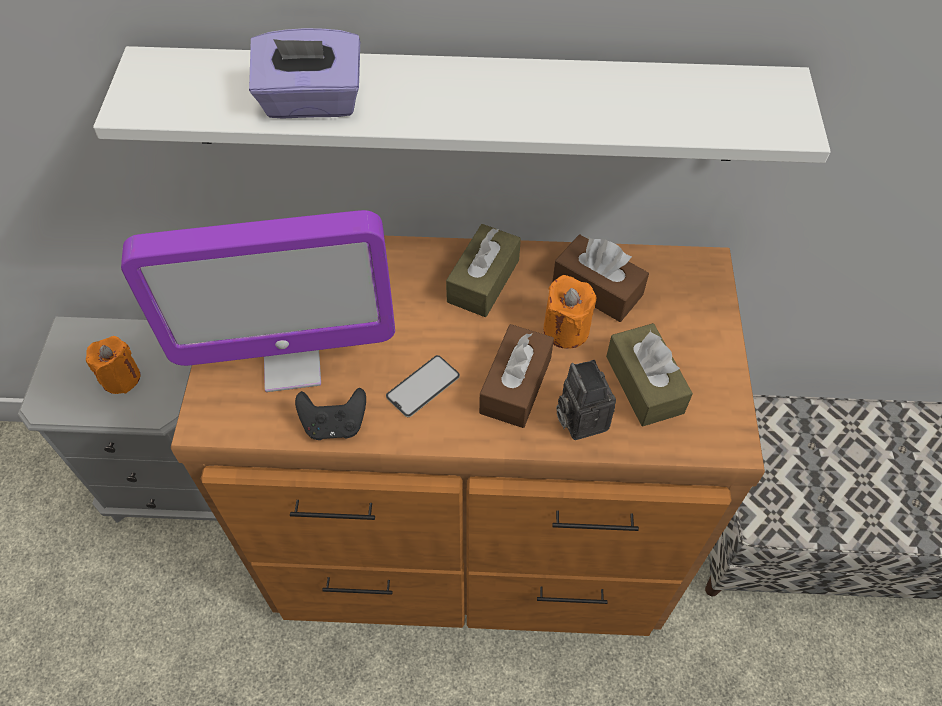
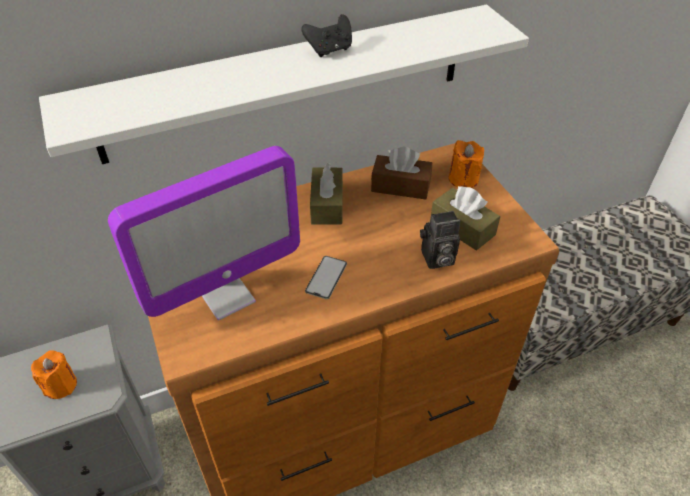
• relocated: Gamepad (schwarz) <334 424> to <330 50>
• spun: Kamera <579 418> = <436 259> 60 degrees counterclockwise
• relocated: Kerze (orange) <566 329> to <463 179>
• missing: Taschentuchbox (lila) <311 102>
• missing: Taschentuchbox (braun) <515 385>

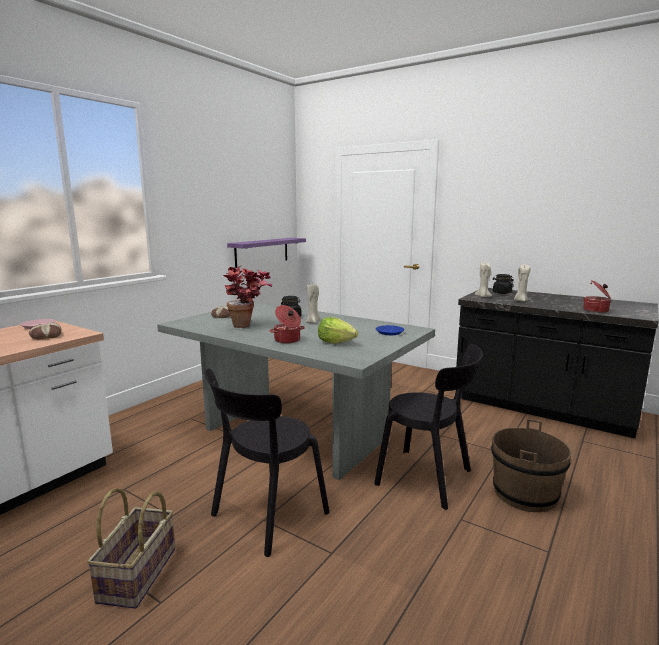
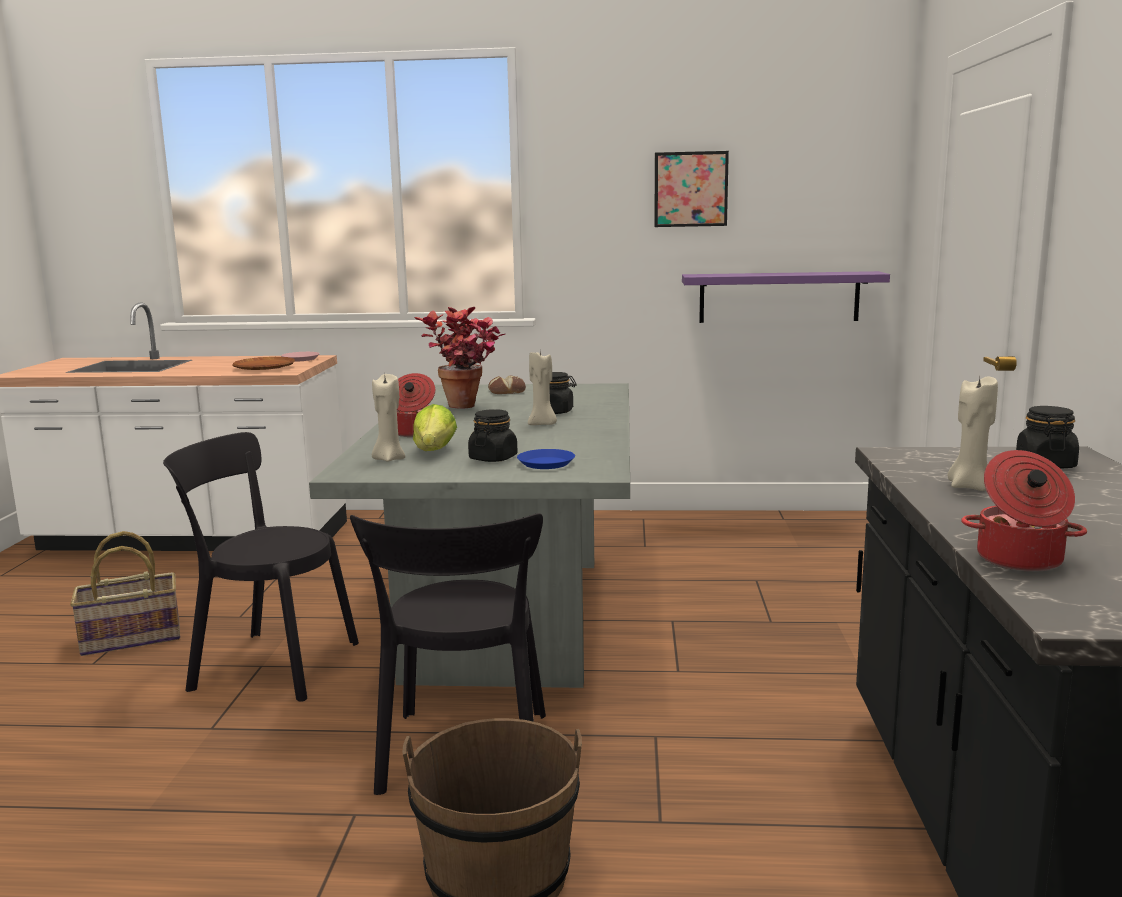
• exchanged: Brot <45 336> to Teller (braun) <264 368>
• relocated: Kerze (beige) <483 296> to <389 459>
• appeared: Vorratsglas (schwarz) <493 458>
• appeared: Bild <690 189>

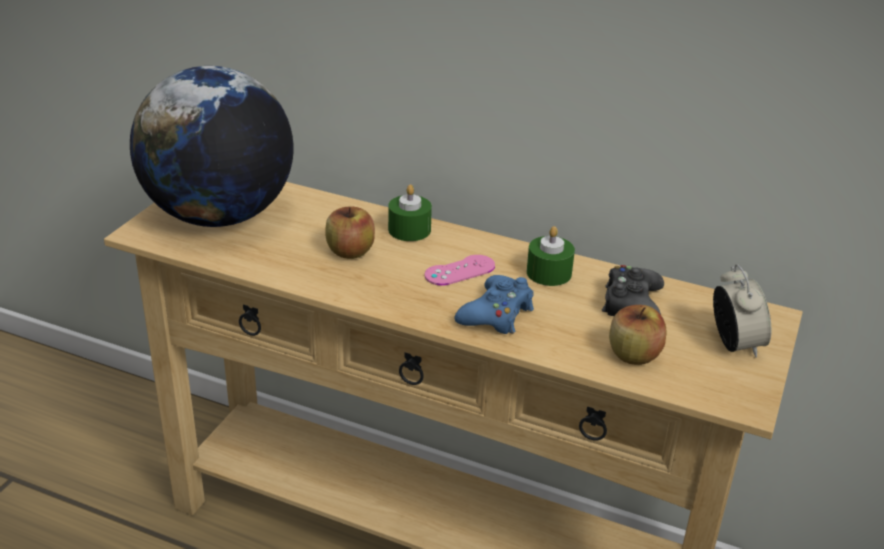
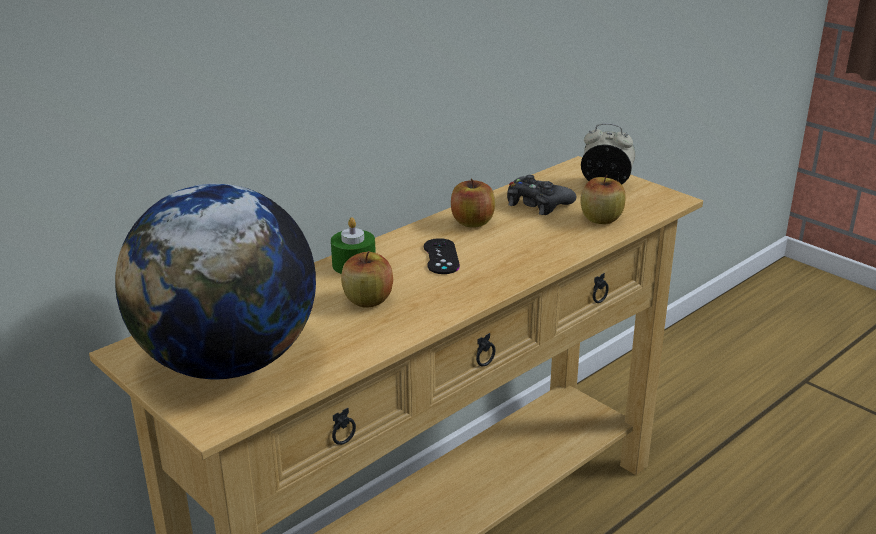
• colour: Gamepad (rosa) <460 270> to Gamepad (schwarz) <441 256>
• exchanged: Kerze (grün) <549 273> to Apfel <472 222>
• missing: Gamepad (blau) <496 314>

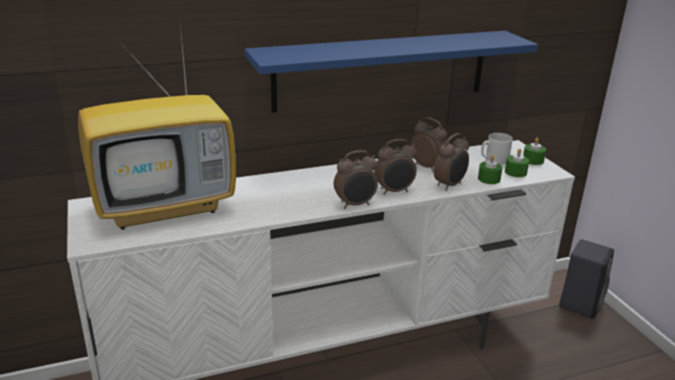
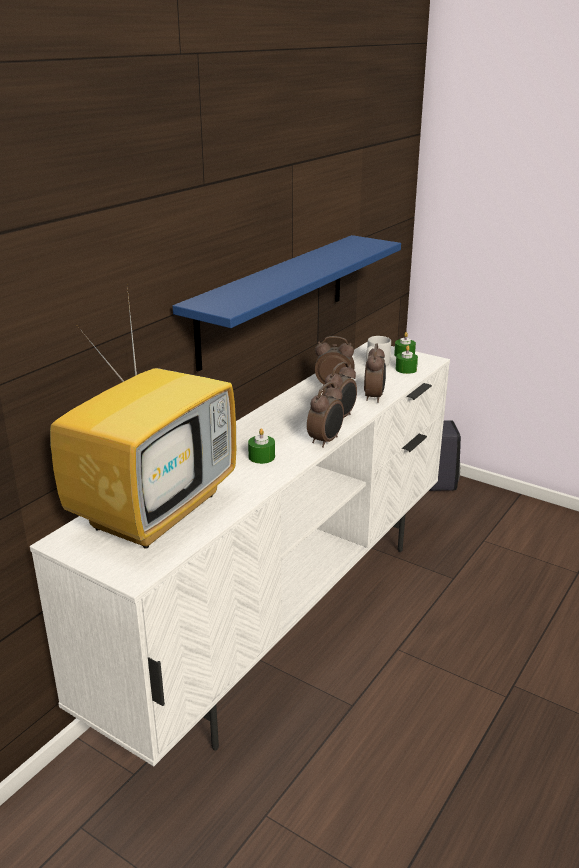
• relocated: Kerze (grün) <489 179> to <261 457>

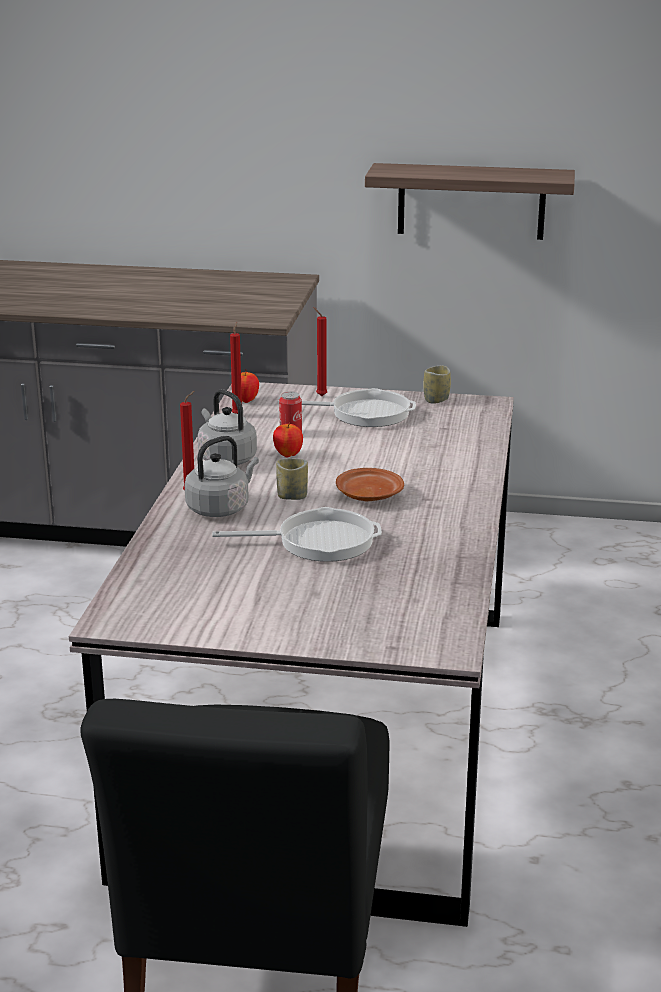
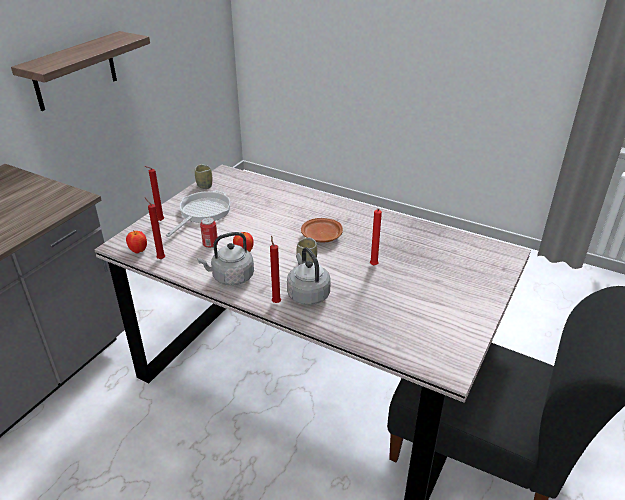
• exchanged: Pfanne <318 541> to Kerze (rot) <373 266>

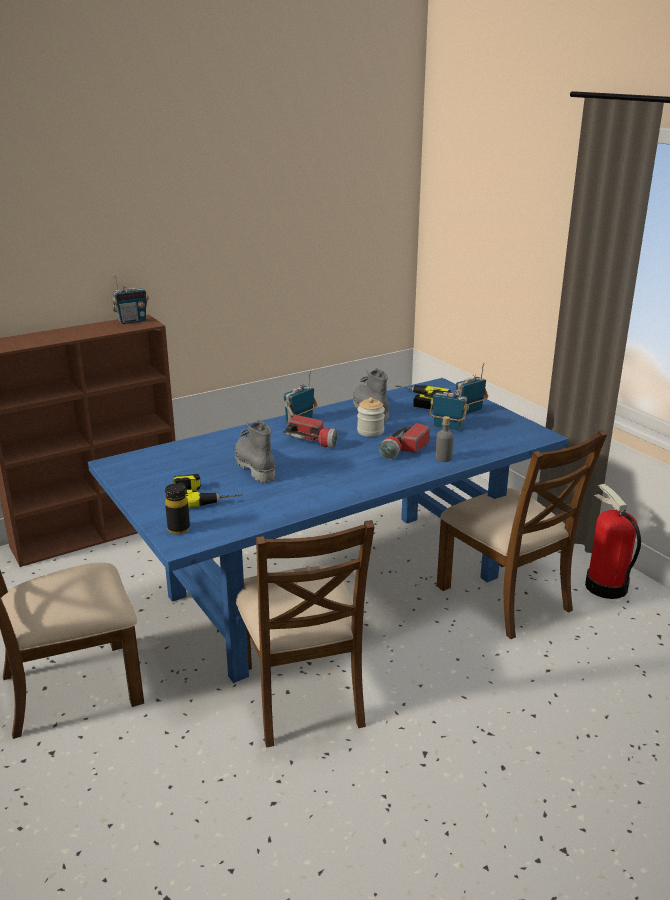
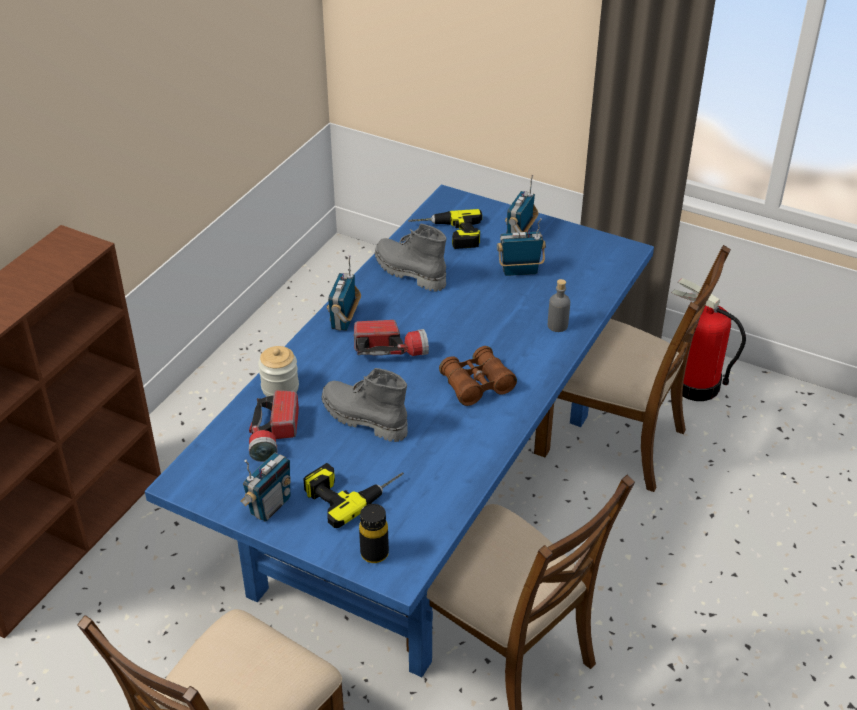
• relocated: Radio <132 321> to <270 506>
• relocated: Taschenlampe <404 449> to <274 435>
• relocated: Vorratsglas <370 431> to <280 388>
• appeared: Fernglas (braun) <477 384>

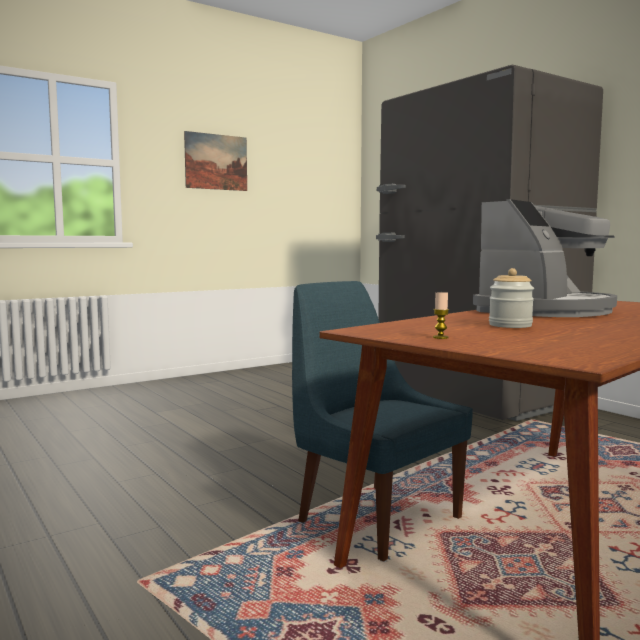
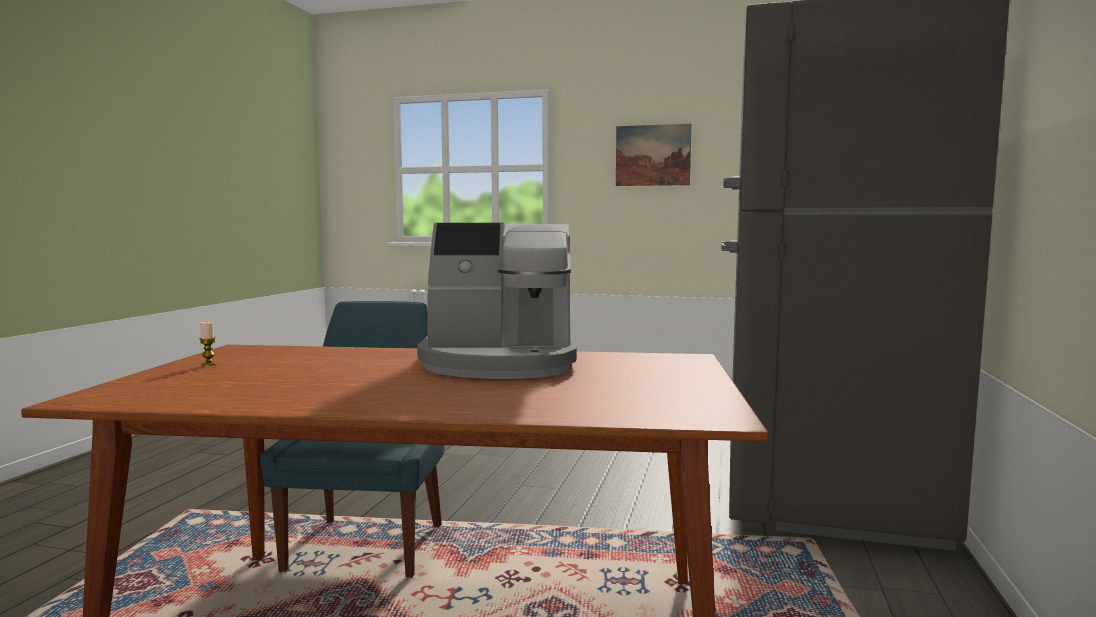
• missing: Vorratsglas <510 325>

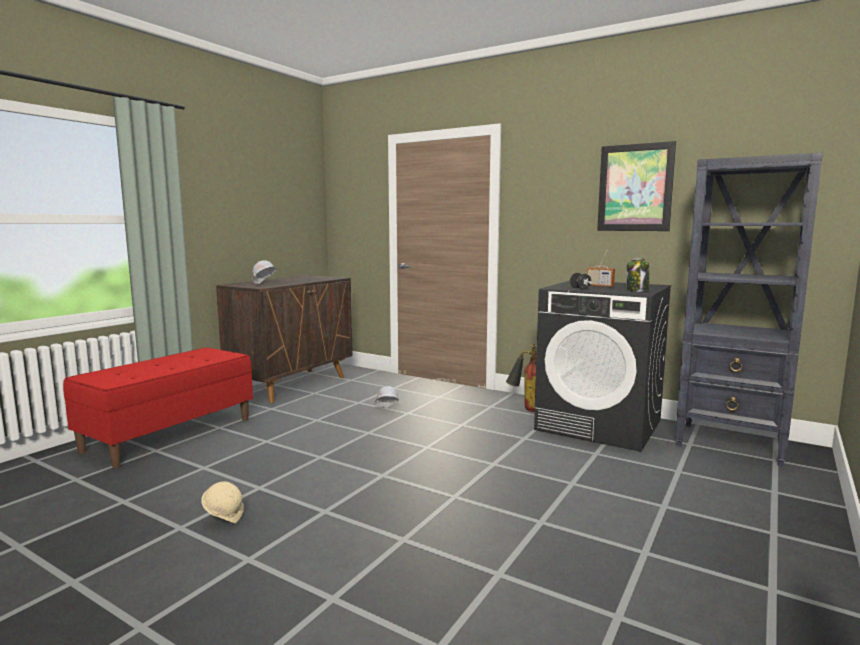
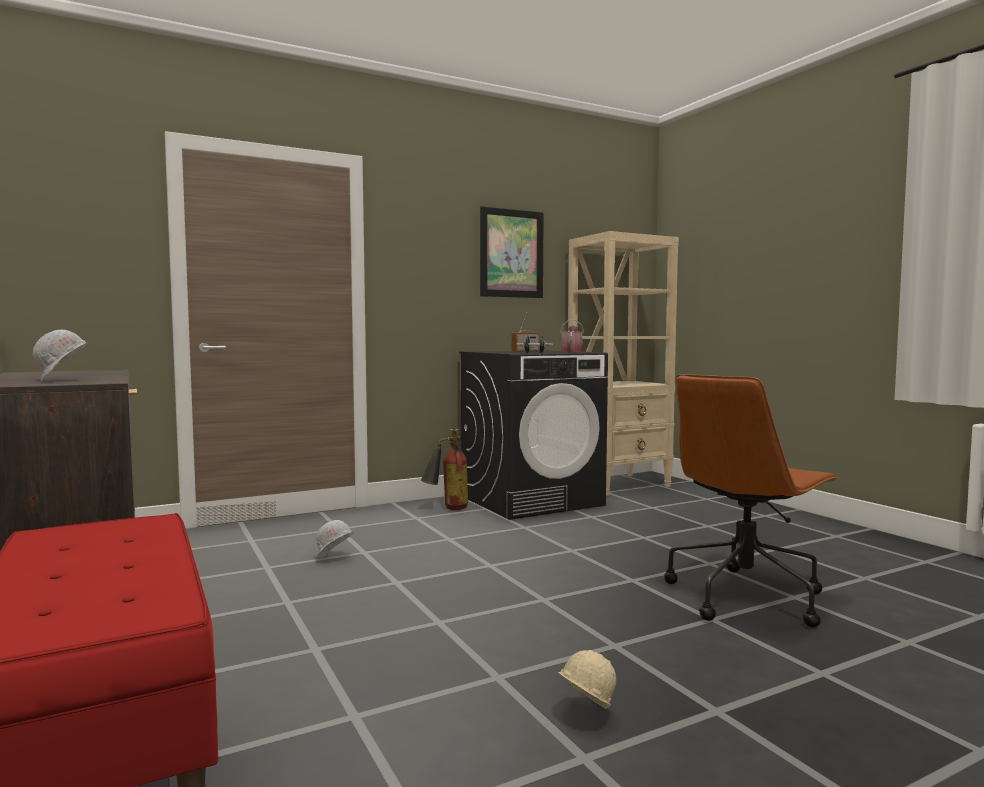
• exchanged: Vorratsglas <637 290> to Gießkanne <572 351>
• colour: Bücherregal (schwarz) <731 444> to Bücherregal (beige) <619 484>
• appeared: Bürostuhl (braun) <745 596>

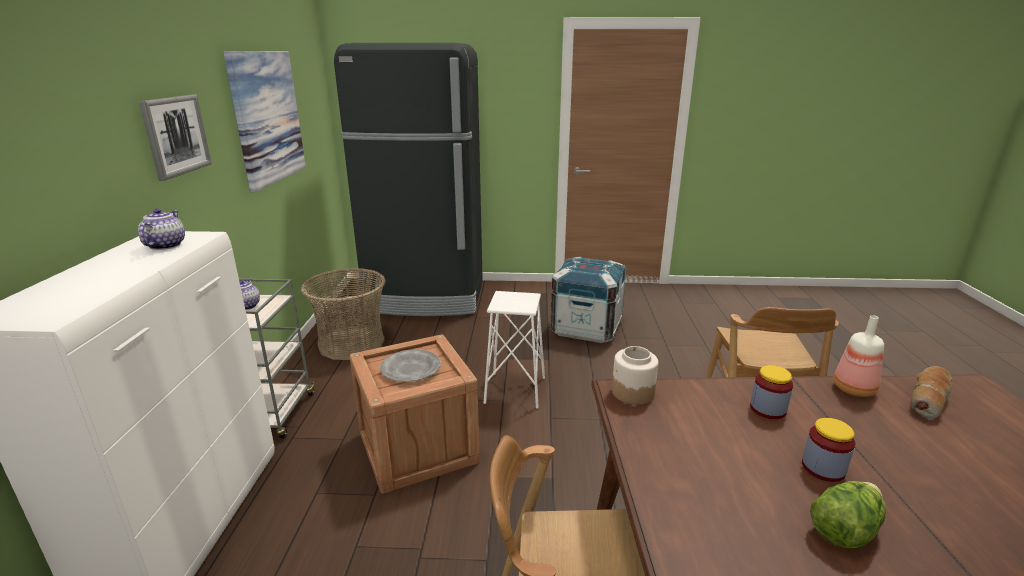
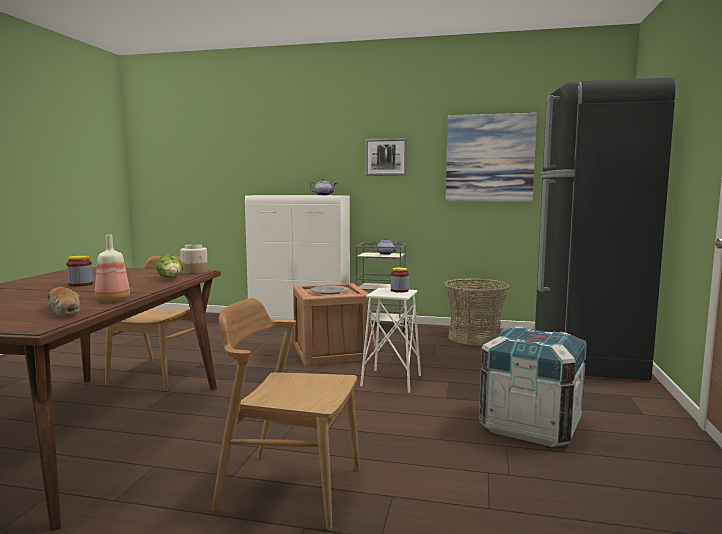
• relocated: Salatkopf <844 528> to <171 278>
• relocated: Vorratsglas <767 409> to <399 290>

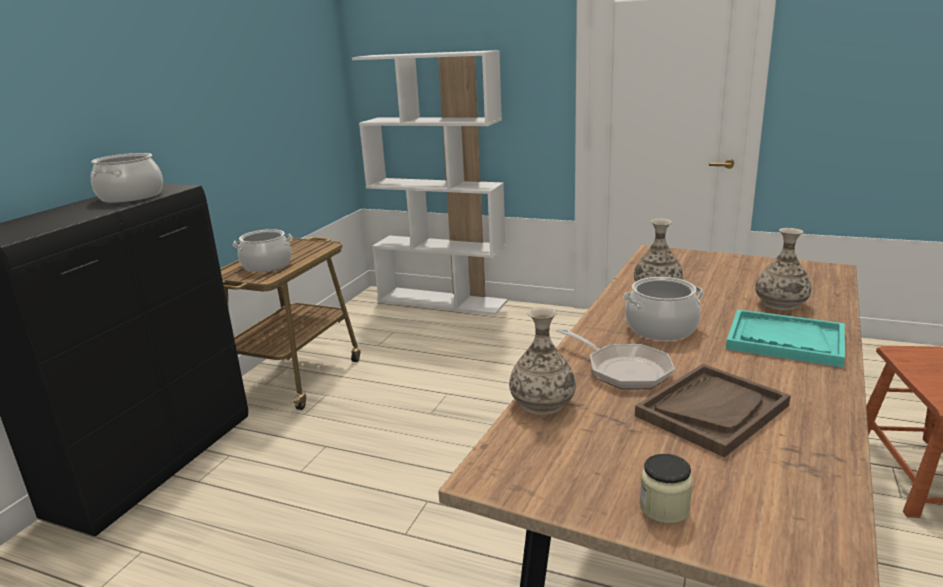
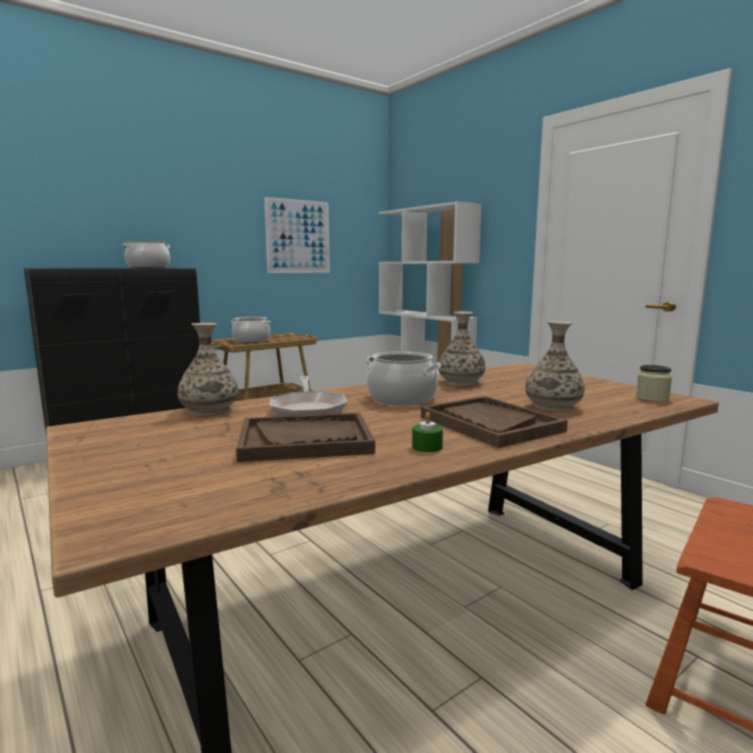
• appeared: Bild <298 236>
• appeared: Kerze (grün) <427 447>
• colour: Tablett (türkis) <784 340> to Tablett (braun) <489 424>
• relocated: Vorratsglas <664 508> to <652 398>

